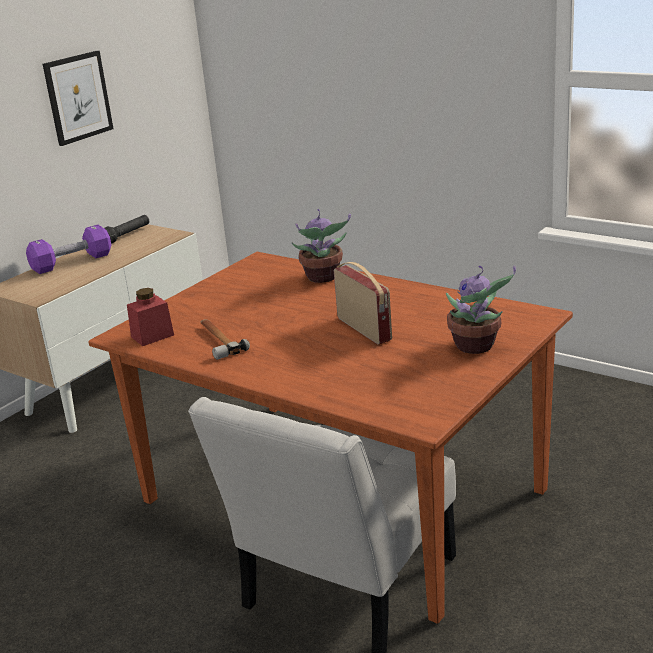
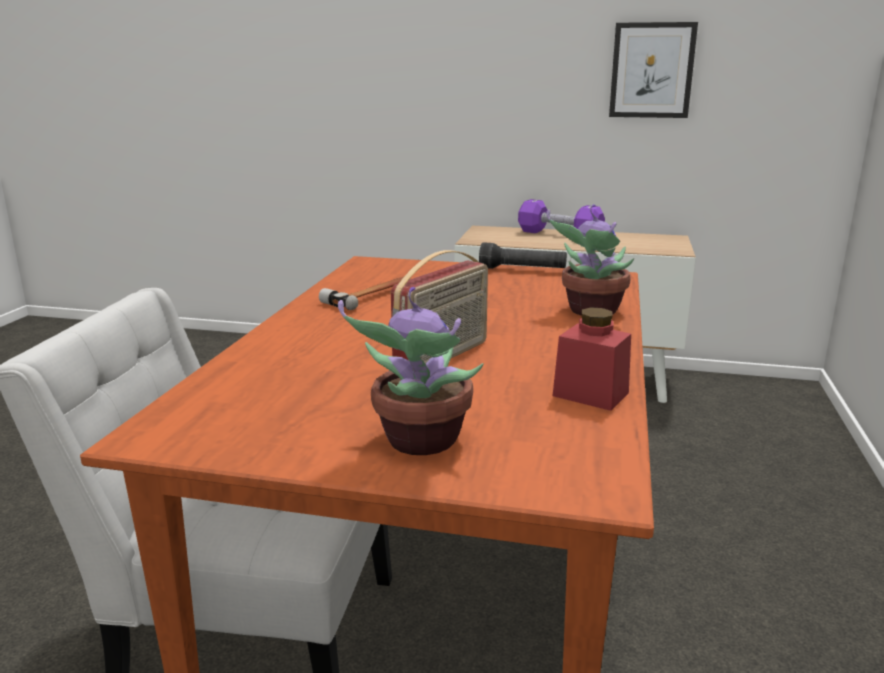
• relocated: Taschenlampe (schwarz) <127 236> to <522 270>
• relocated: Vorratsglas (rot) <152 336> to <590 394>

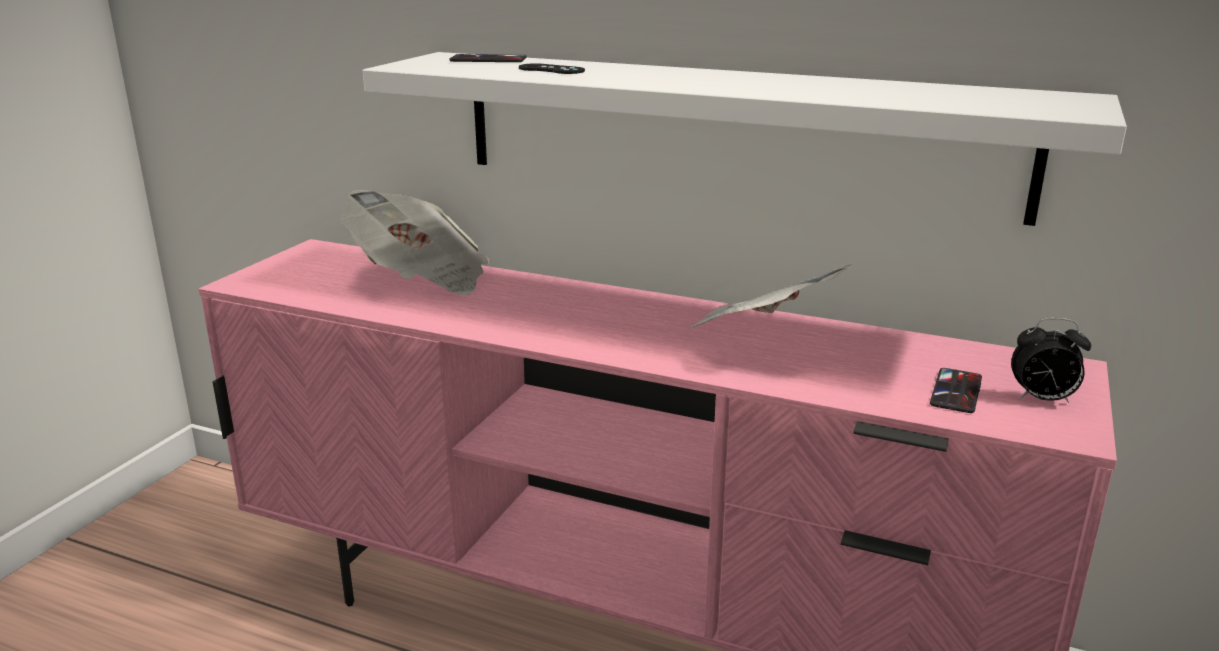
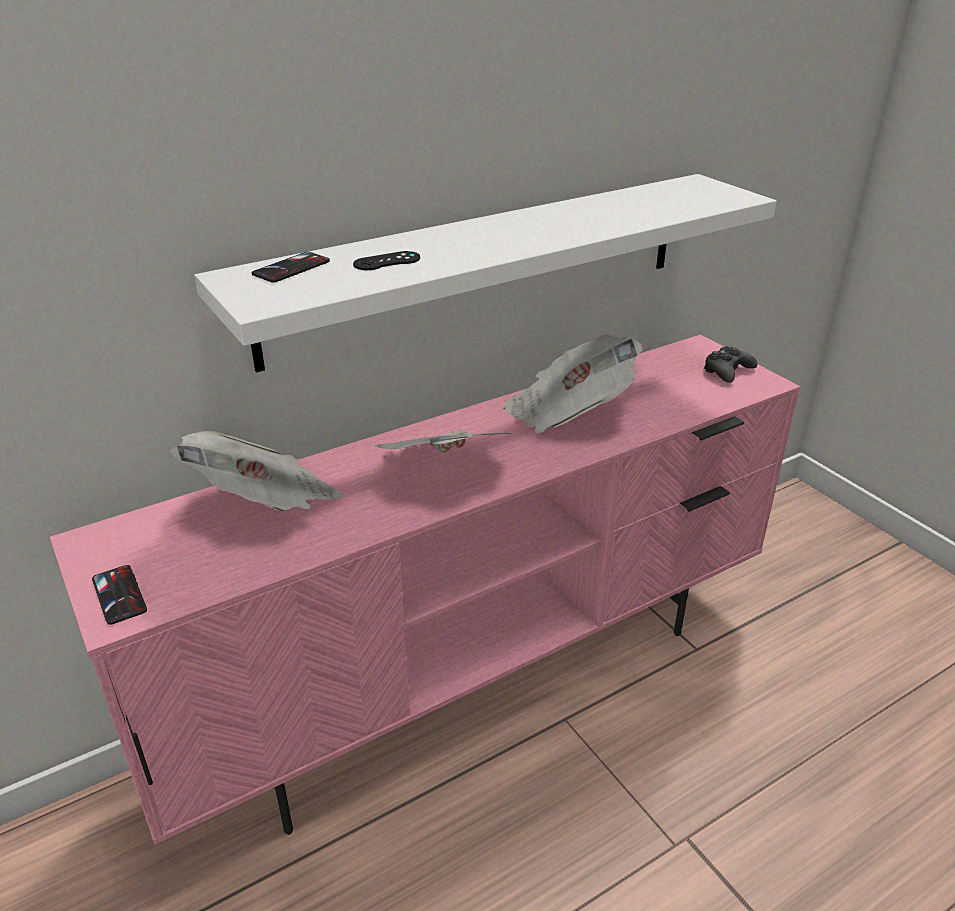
• relocated: Handy <956 391> to <119 595>
• appeared: Zeitung <443 470>
• exchanged: Wecker <1042 399> to Gamepad (schwarz) <727 371>

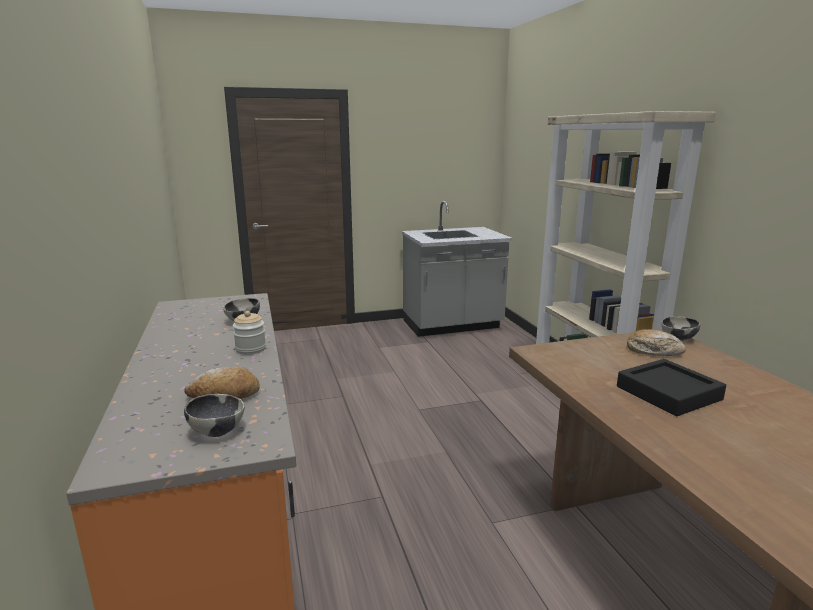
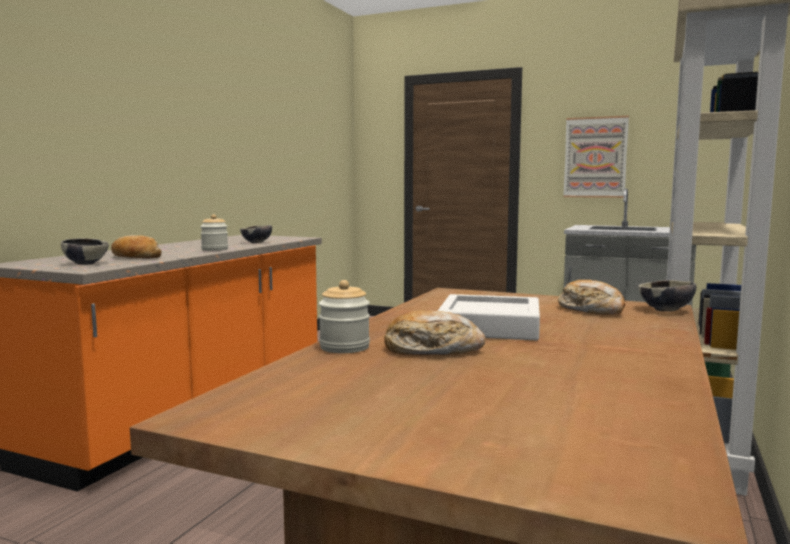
• appeared: Vorratsglas <344 347>
• appeared: Brot <432 349>
• colour: Tablett (schwarz) <668 393> to Tablett (weiß) <489 327>
• appeared: Bild <595 157>

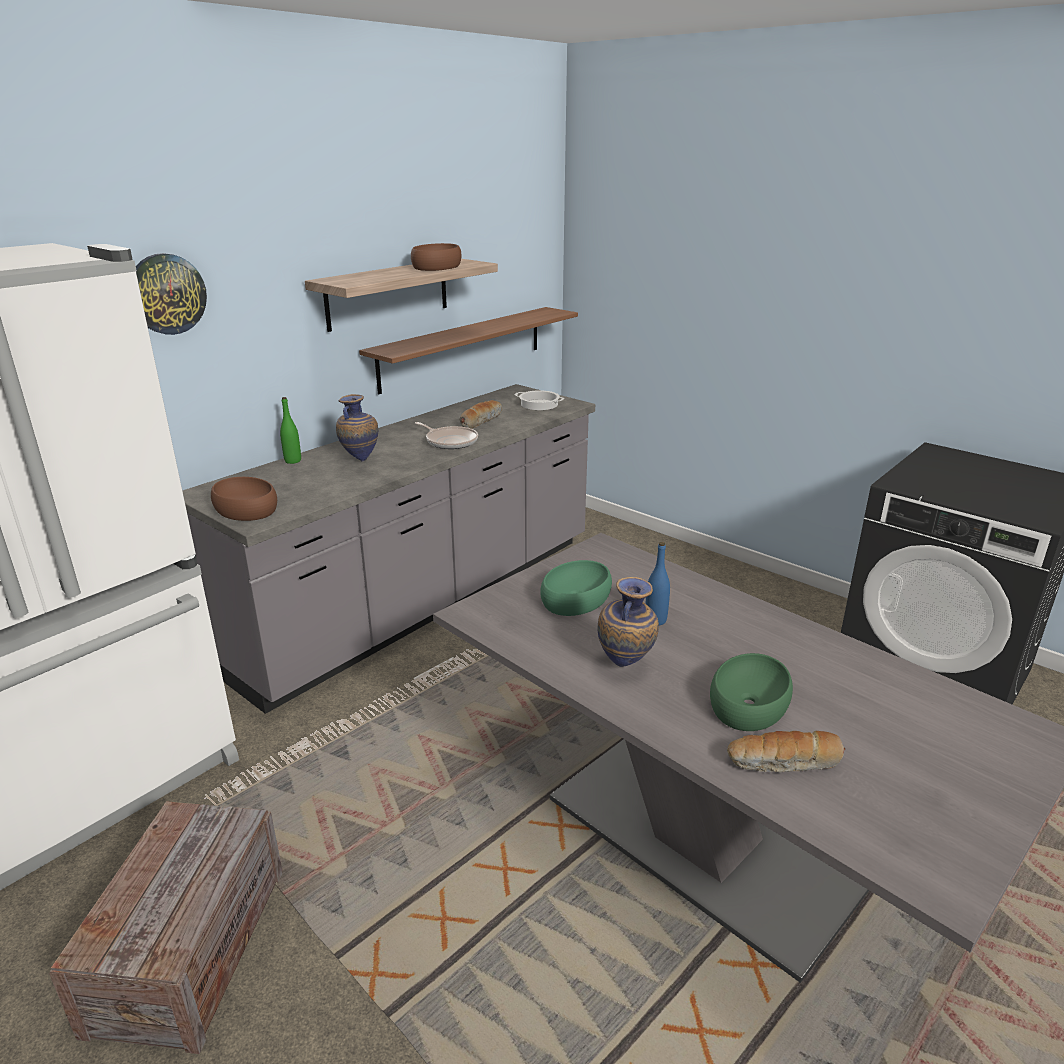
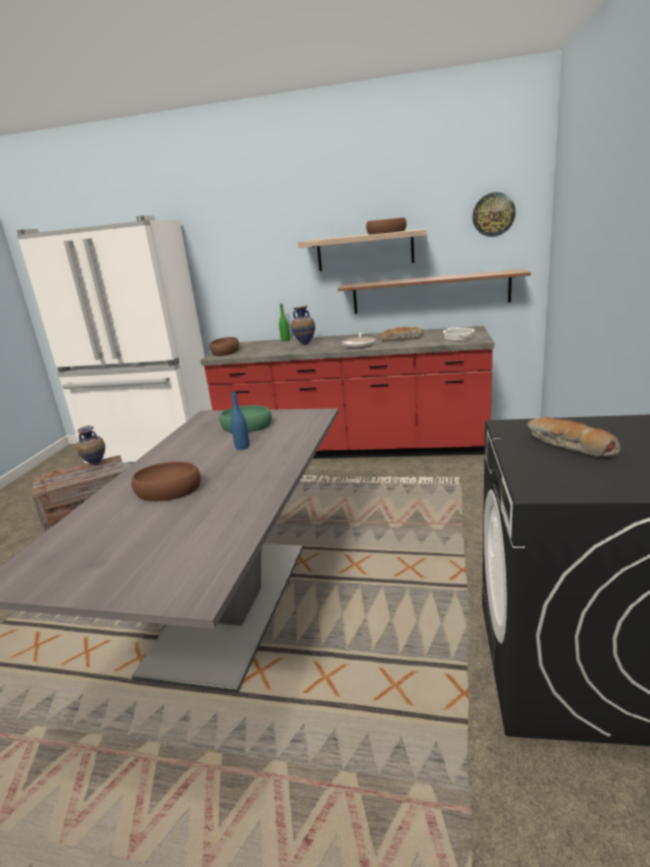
• relocated: Vase <625 667> to <95 465>
• colour: Schüssel (grün) <748 703> to Schüssel (braun) <169 489>
• colour: Küchenzeile (grau) <423 602> to Küchenzeile (rot) <353 449>
• relocated: Wanduhr <166 294> to <493 214>
• relocated: Brot <784 763> to <569 446>

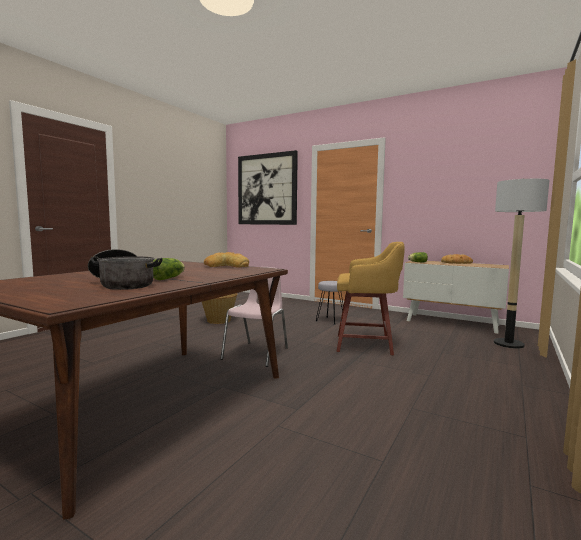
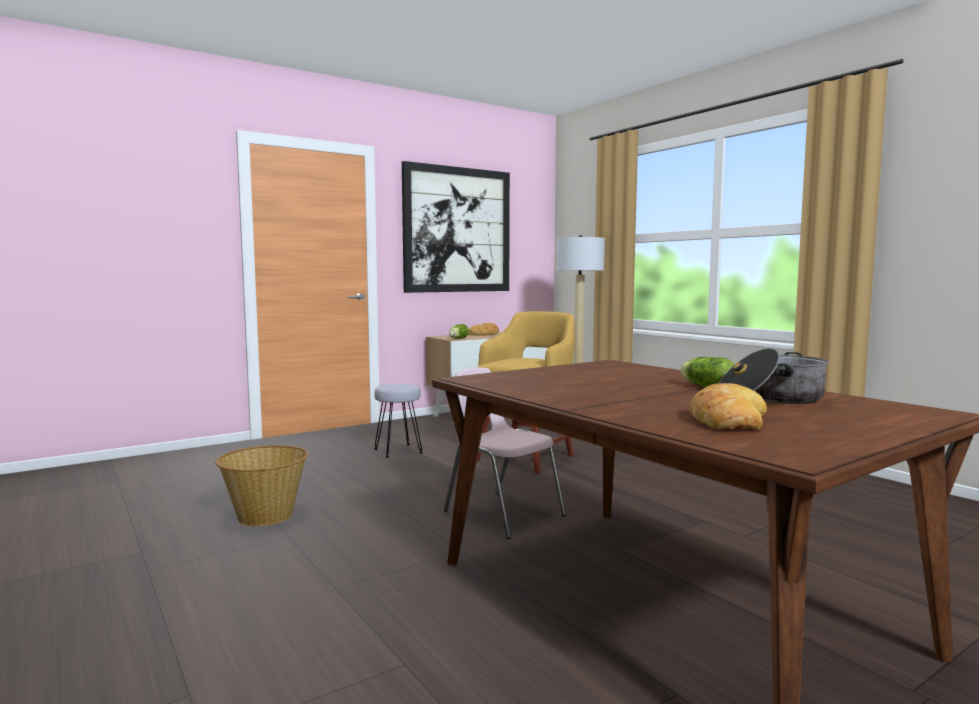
• relocated: Bild <267 189> to <457 230>
• relocated: Brot <227 266> to <727 420>

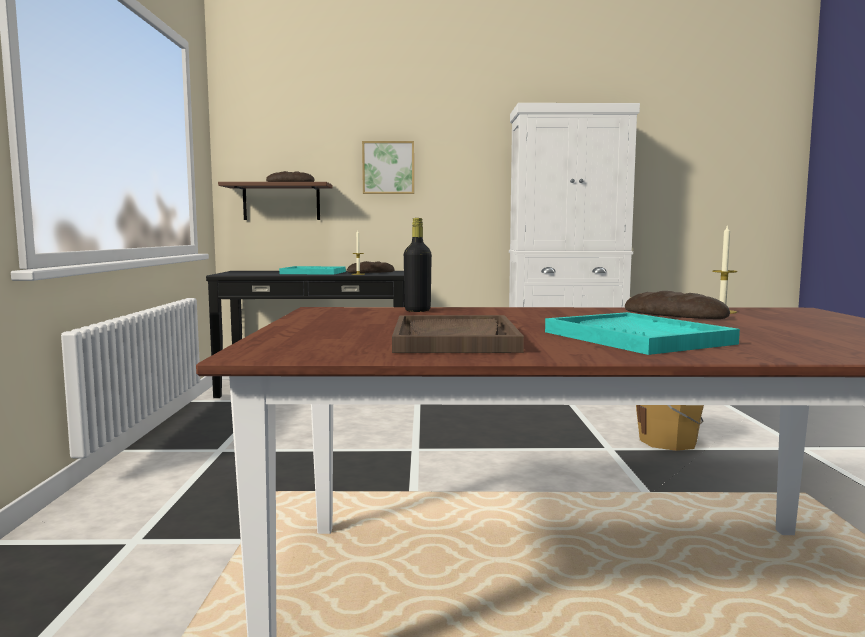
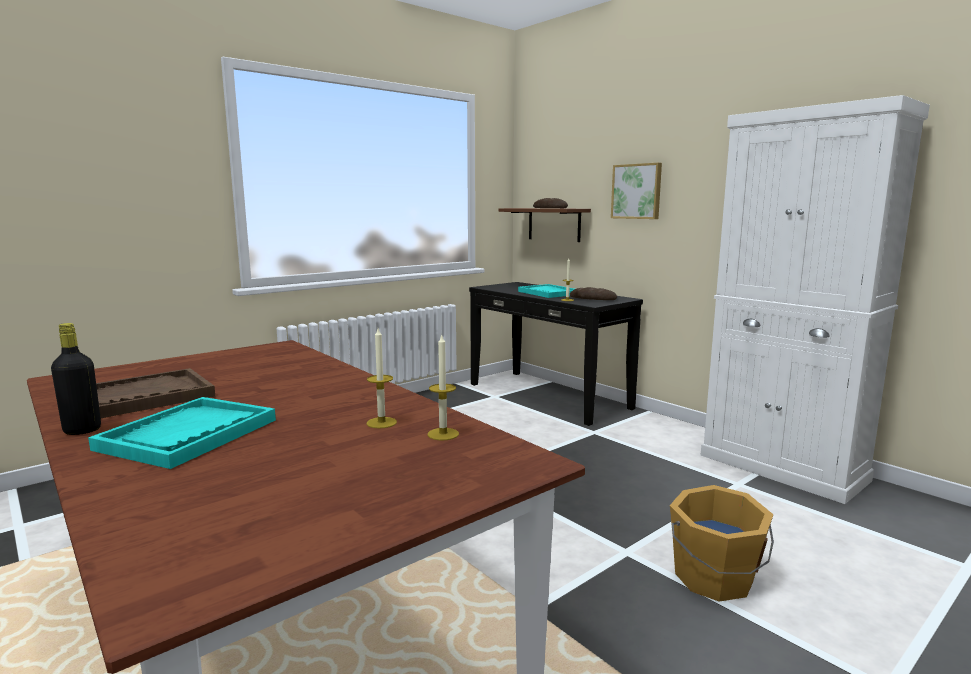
• relocated: Flasche (schwarz) <417 310> to <82 430>
• exchanged: Brot <674 315> to Kerze <381 423>

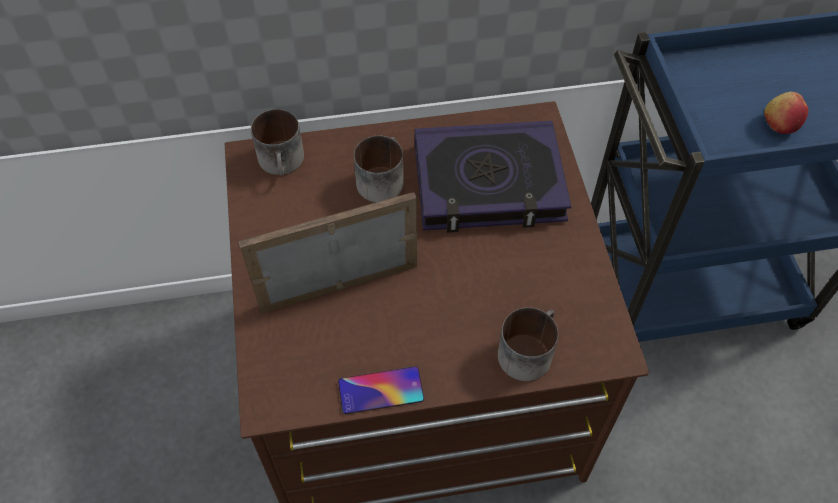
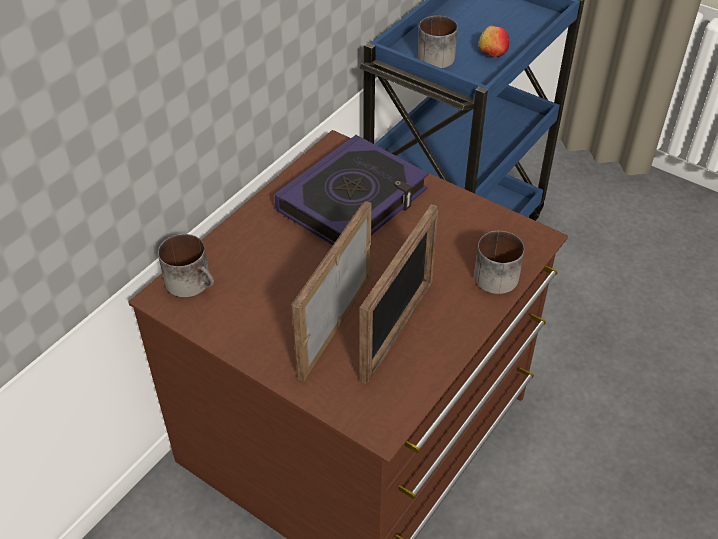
• appeared: Bilderrahmen <397 329>
• relocated: Henkelbecher <380 178> to <432 56>
• missing: Handy <381 390>

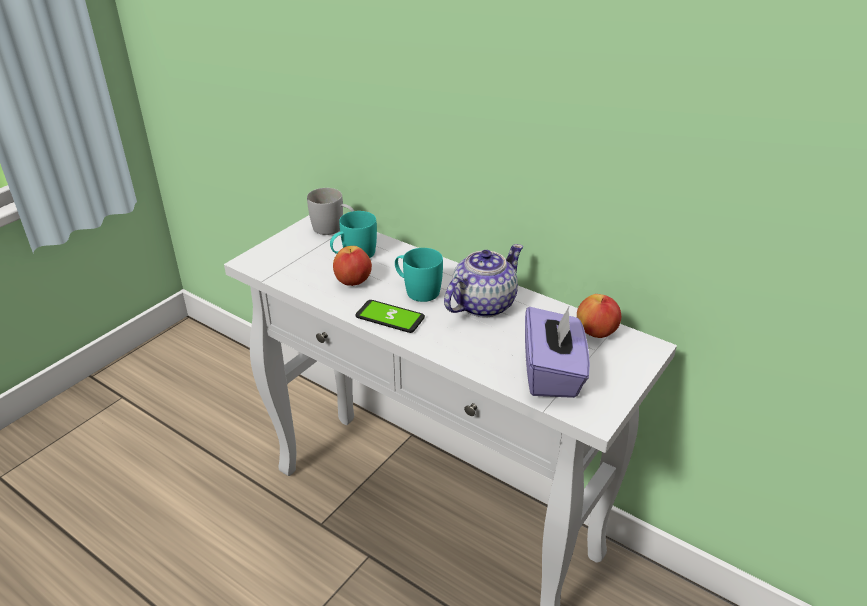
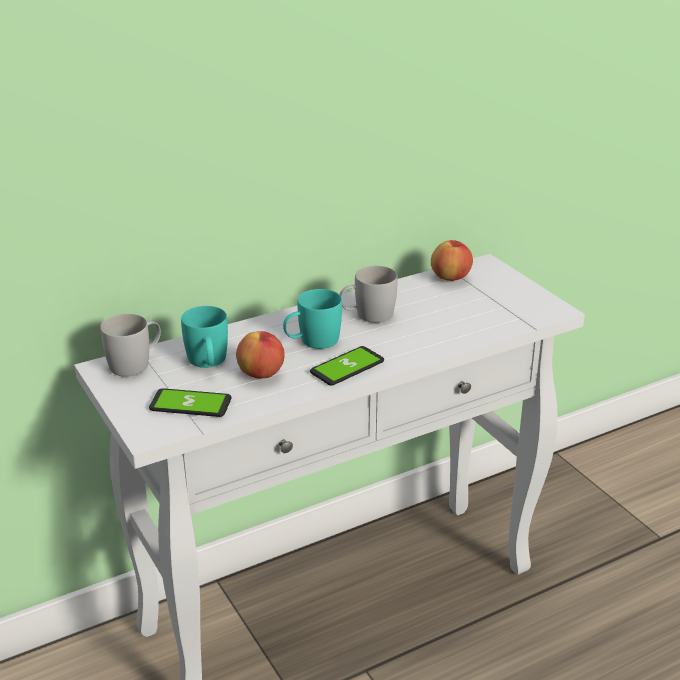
• appeared: Handy <190 404>
• exchanged: Teekanne <482 305> to Henkelbecher (weiß) <367 315>
• missing: Taschentuchbox (lila) <552 373>

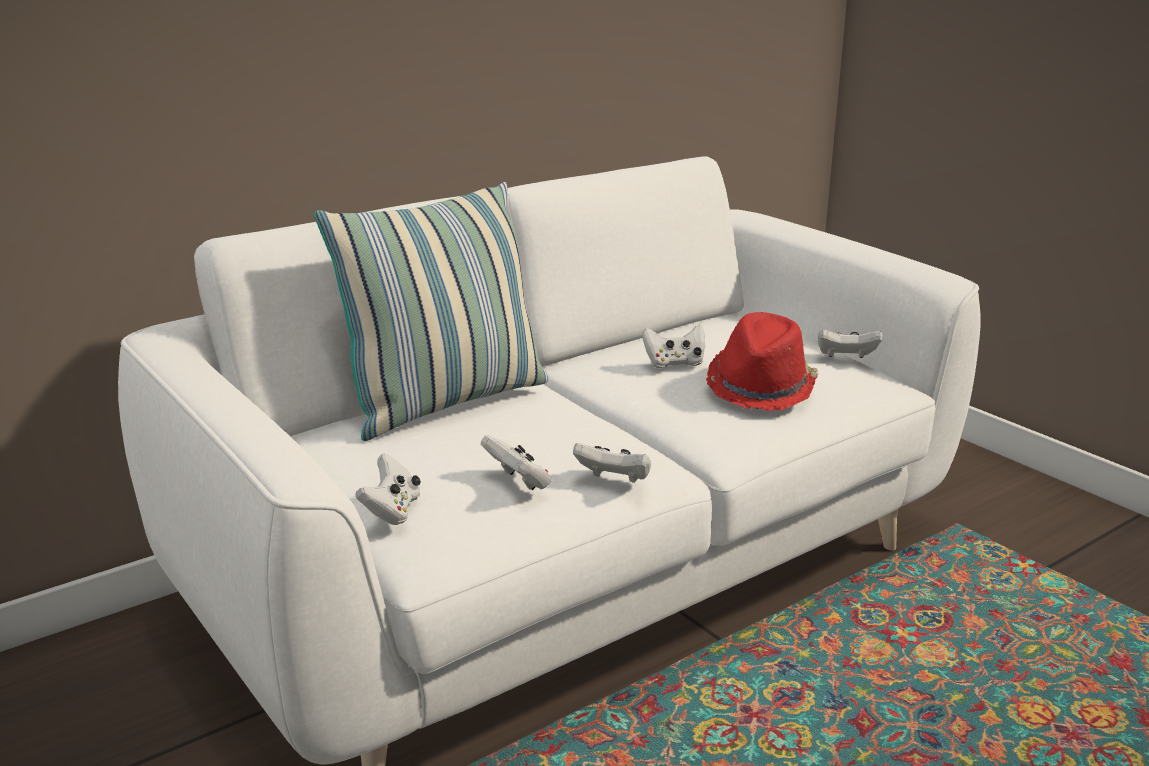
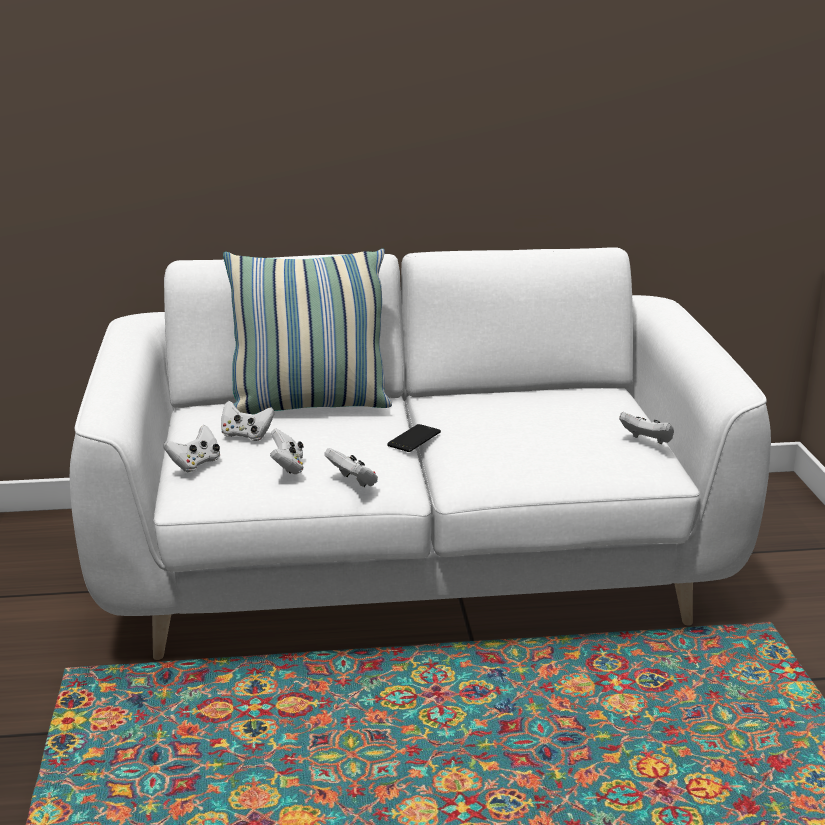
• relocated: Gamepad (weiß) <674 363> to <246 435>
• appeared: Handy <414 439>
• missing: Hut (rot) <761 387>

